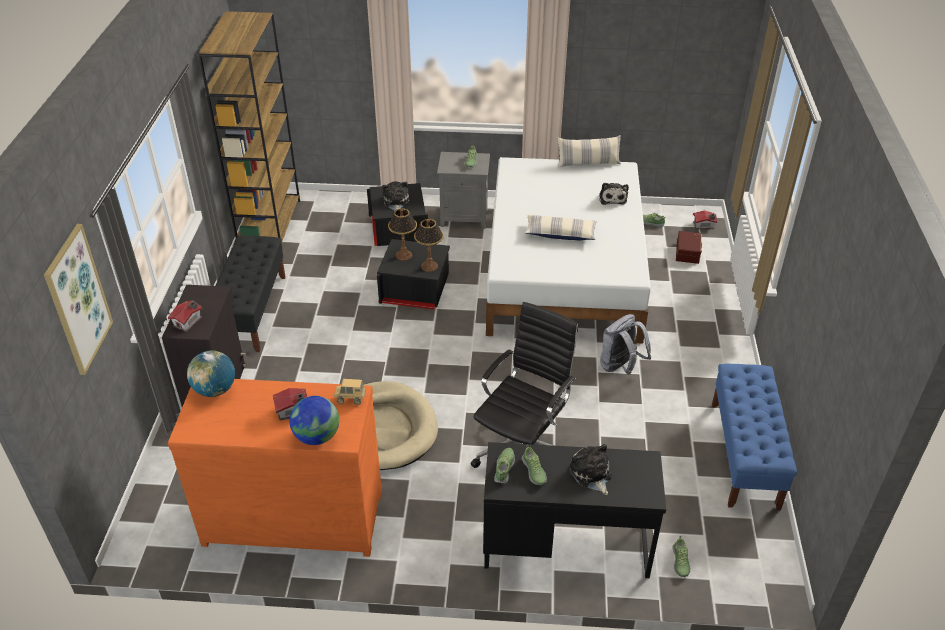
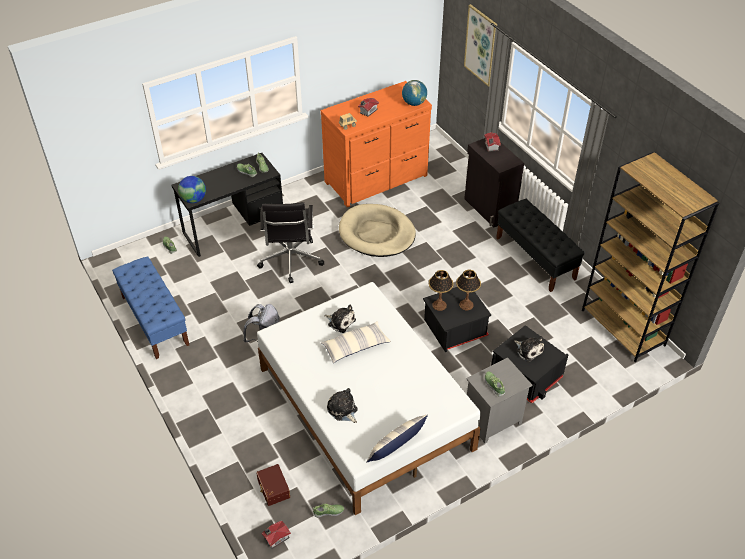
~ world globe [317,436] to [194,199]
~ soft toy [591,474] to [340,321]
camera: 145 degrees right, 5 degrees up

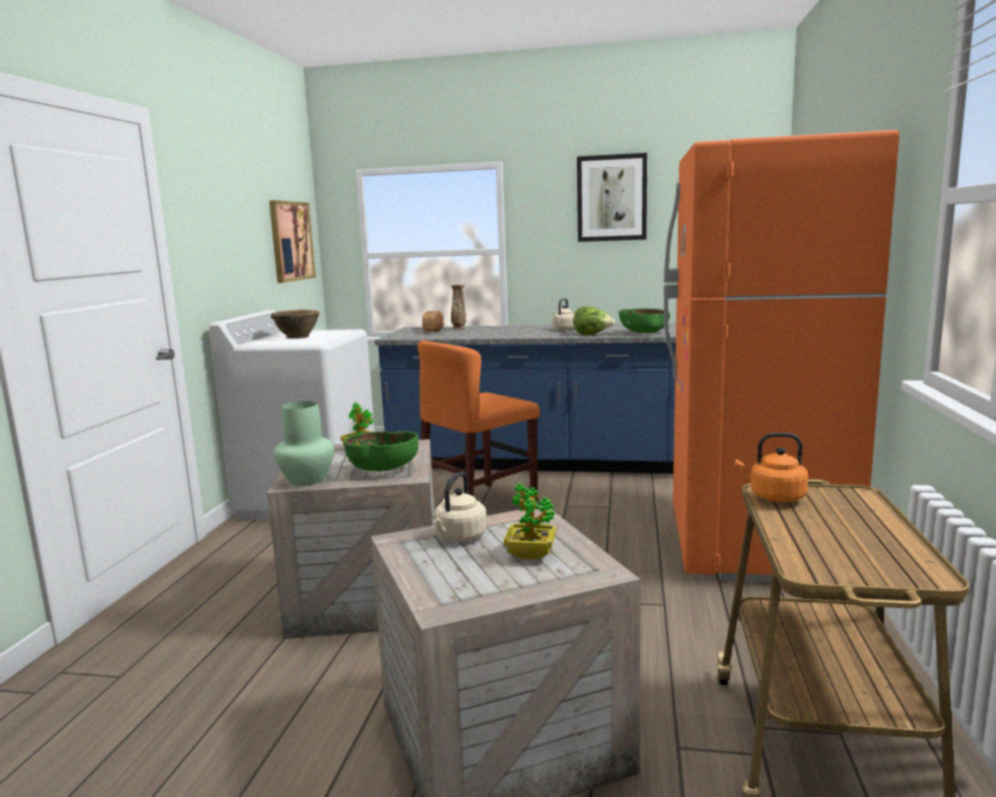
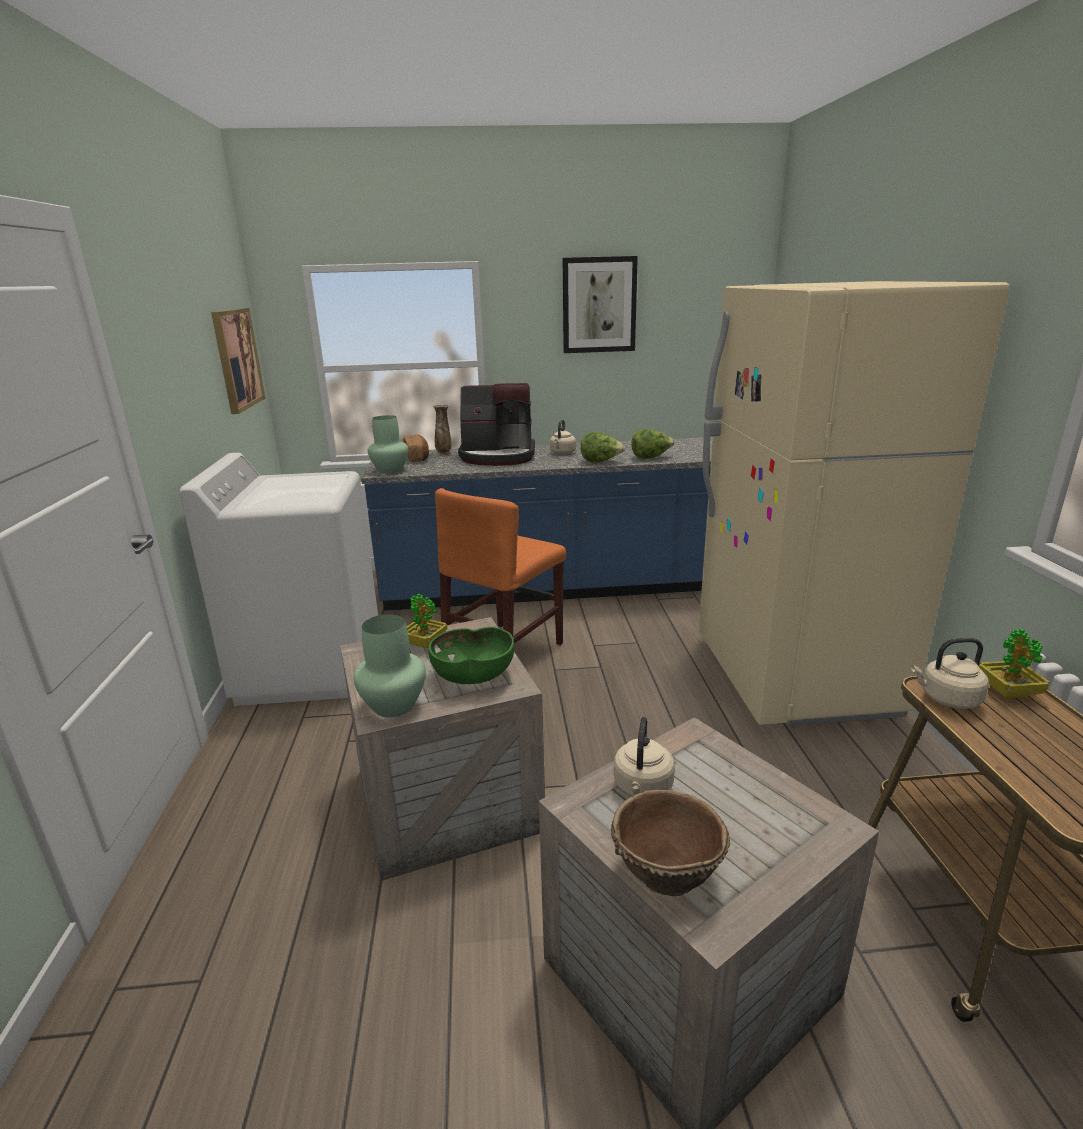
+ green-coloured flower vase [390,470]
+ coffee brewer [498,456]
~ brown deep dish [297,337] to [665,874]
~ potted plant [530,554] to [1008,692]
~ green-coloured deep dish [643,333] to head of lettuce [651,457]
~ orange-coloured refrigerator [754,545] to sand-coloured refrigerator [793,676]
~ orange-coloured water kettle [774,497] to sand-coloured water kettle [947,699]
camera: 15 degrees left, 10 degrees up

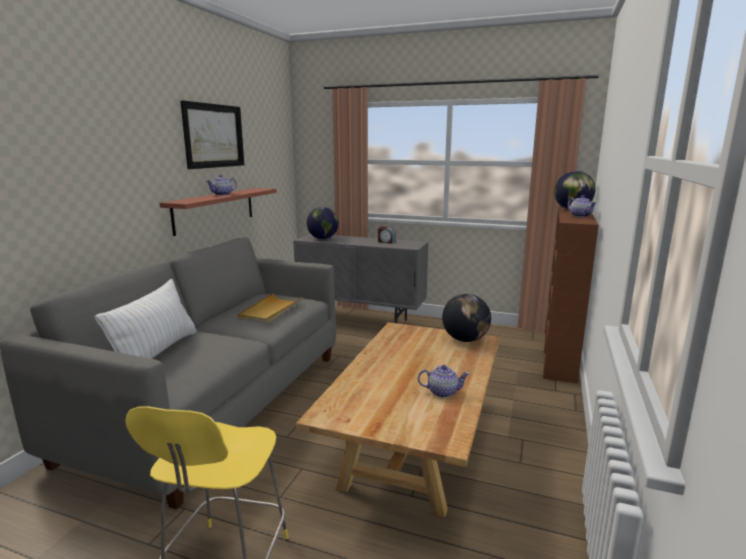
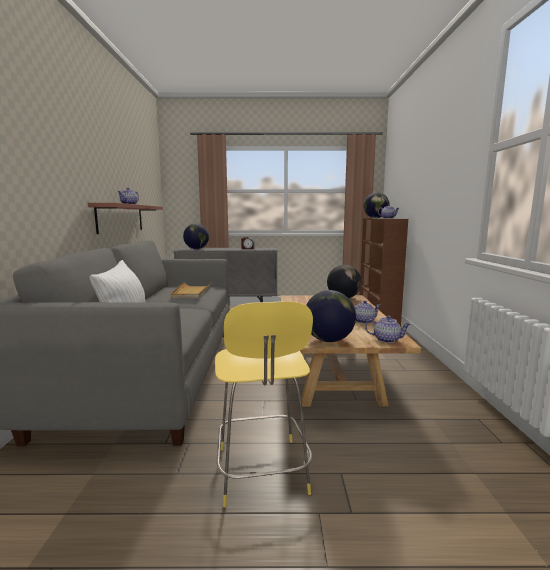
- wall art [214,136]
+ world globe [328,340]
+ tea pot [387,340]
camera: 20 degrees left, 5 degrees down

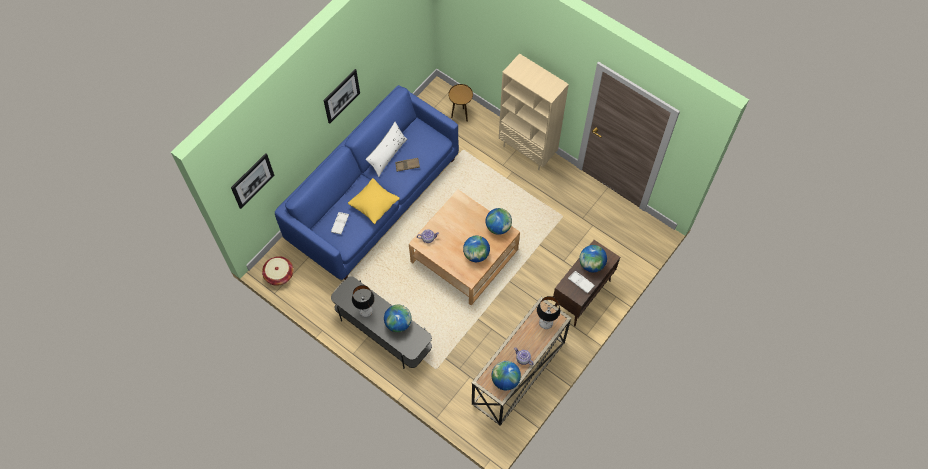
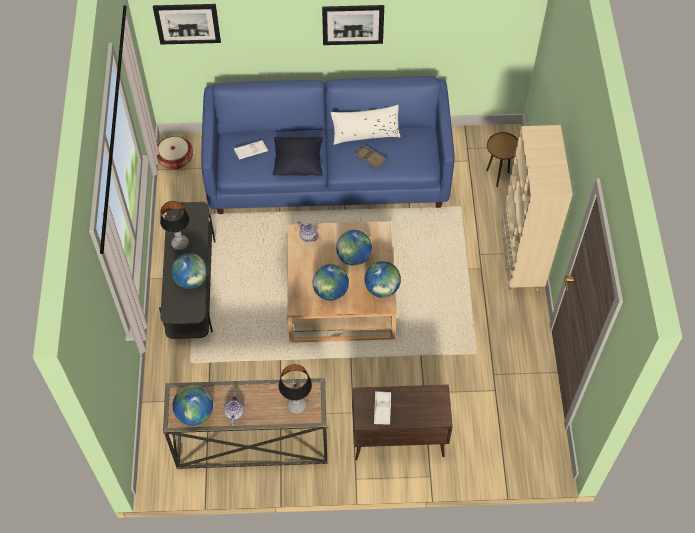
~ world globe [591,264] to [353,257]
~ yellow cushion [374,205] to blackish cushion [298,164]
camera: 50 degrees right, 5 degrees down

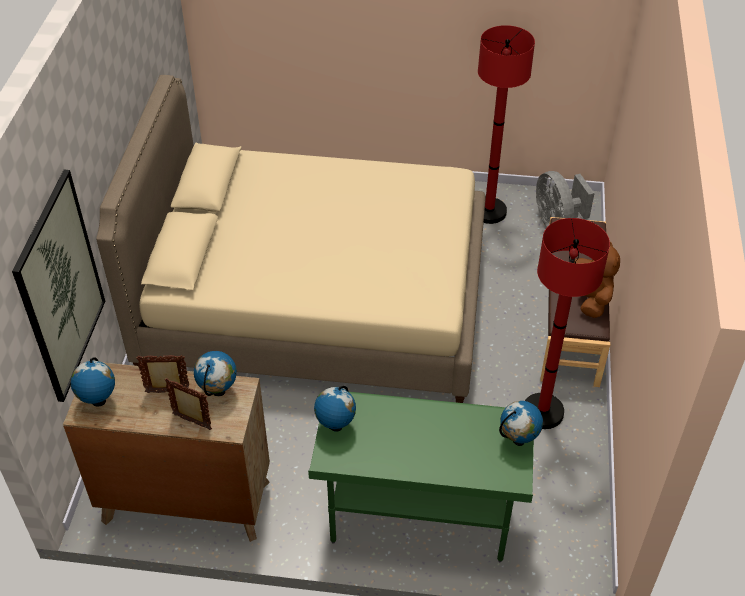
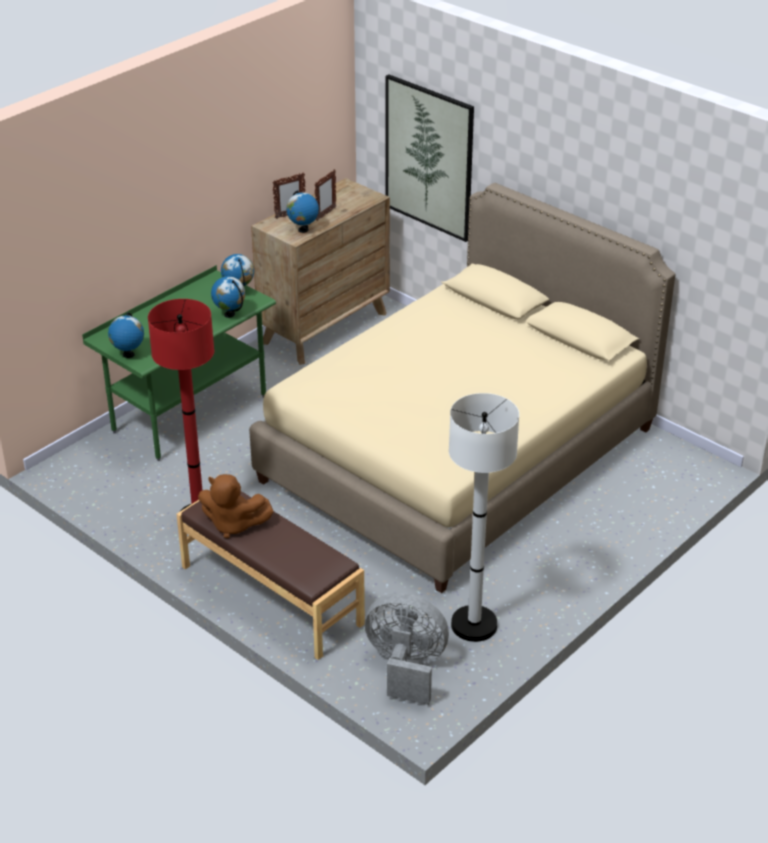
~ world globe [98,401] to [229,314]
~ red standard lamp [489,211] to white standard lamp [474,625]
camera: 125 degrees right, 10 degrees down

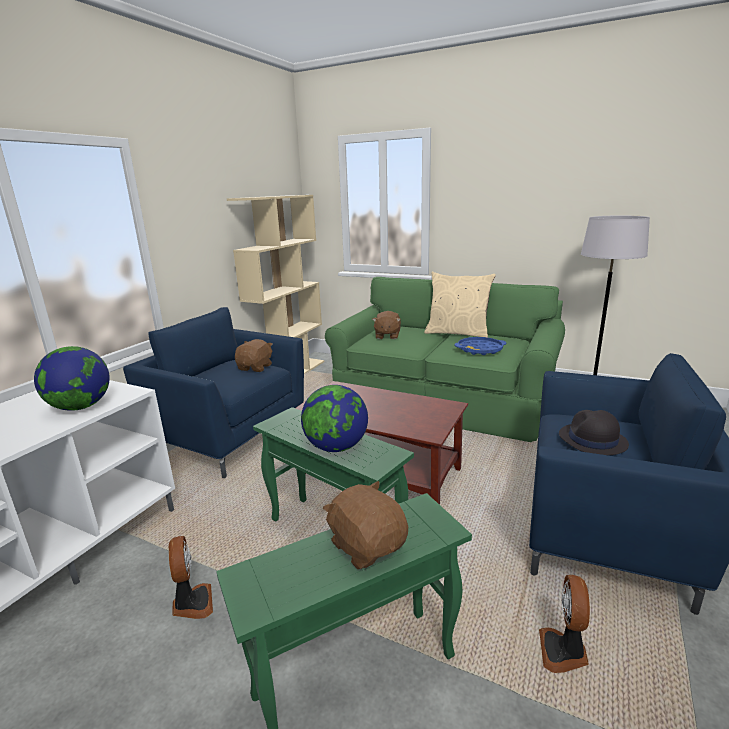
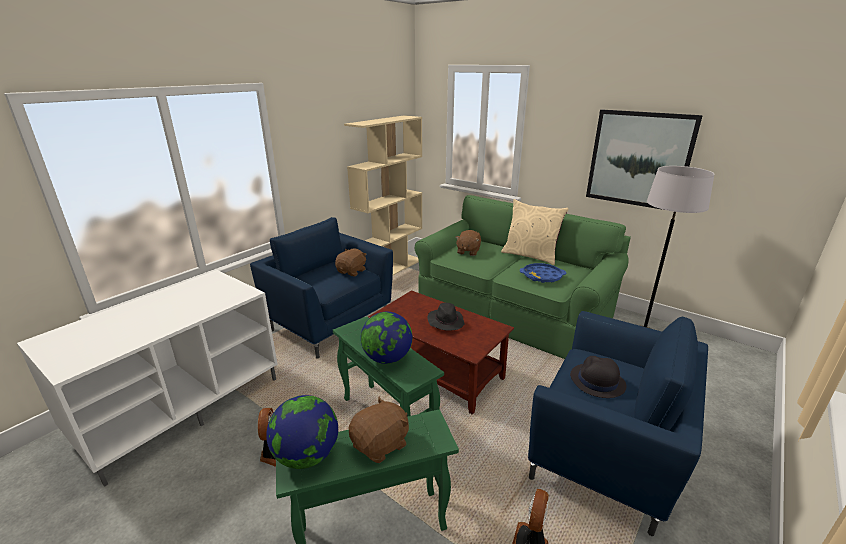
+ blackish hat [445,322]
+ wall art [639,159]
~ world globe [81,407] to [307,455]
~ brown soft toy [367,545] = [381,444] 75 degrees clockwise
camera: 10 degrees right, 5 degrees up

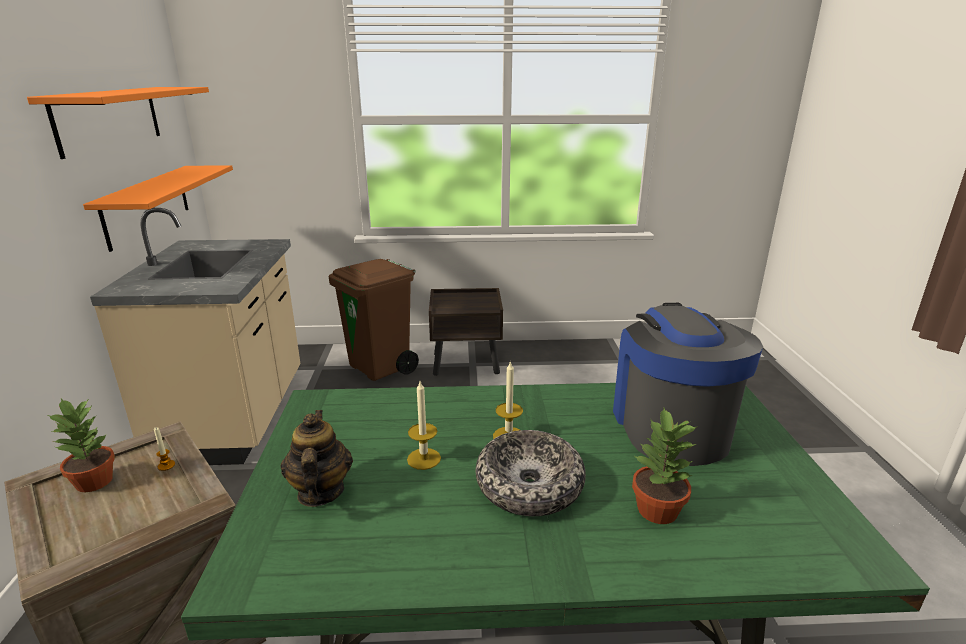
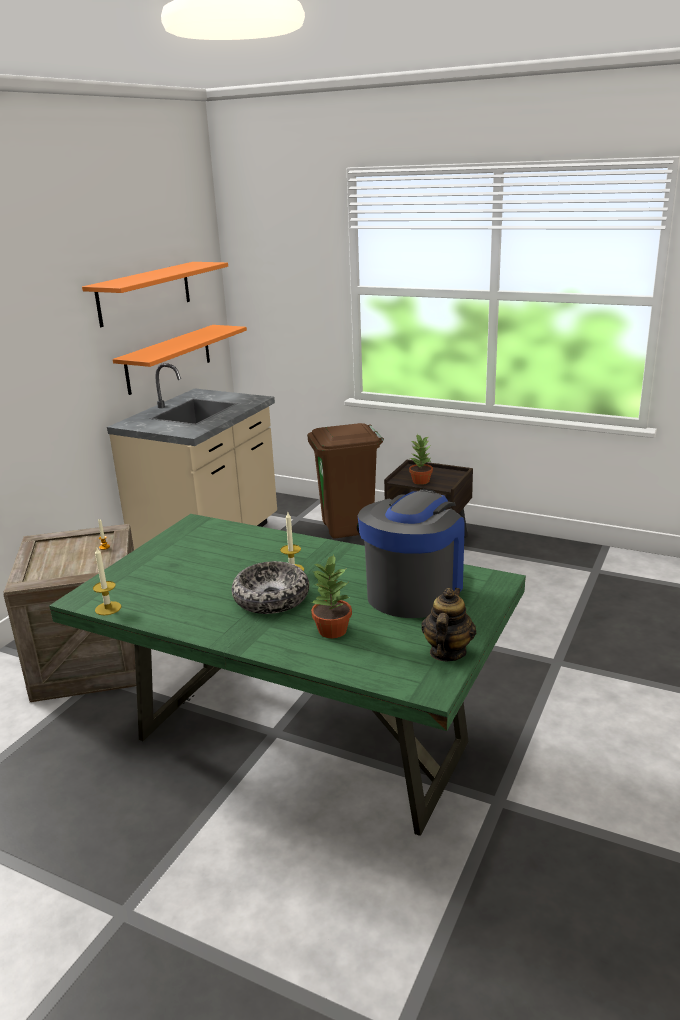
~ potted plant [95,481] to [421,481]
~ tea pot [320,492] to [447,652]
~ candle [424,459] to [108,608]
camera: 30 degrees right, 0 degrees up

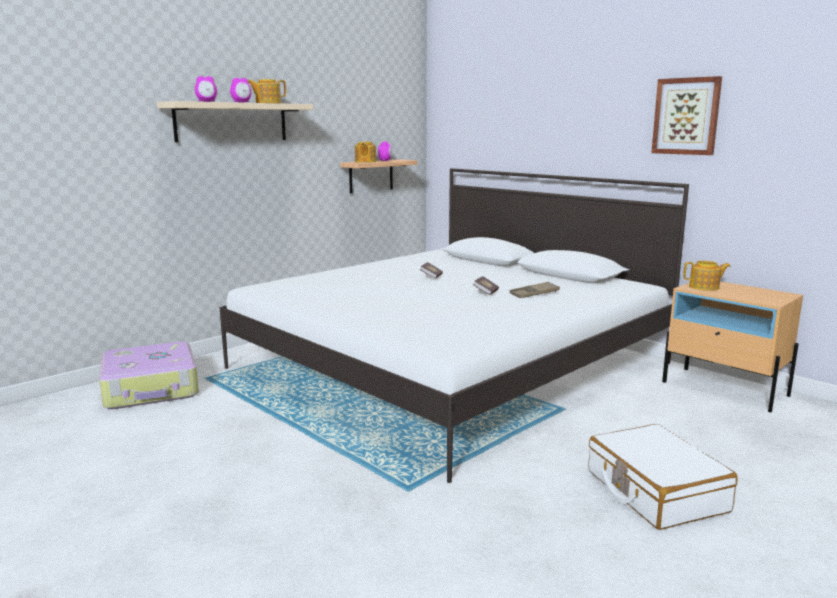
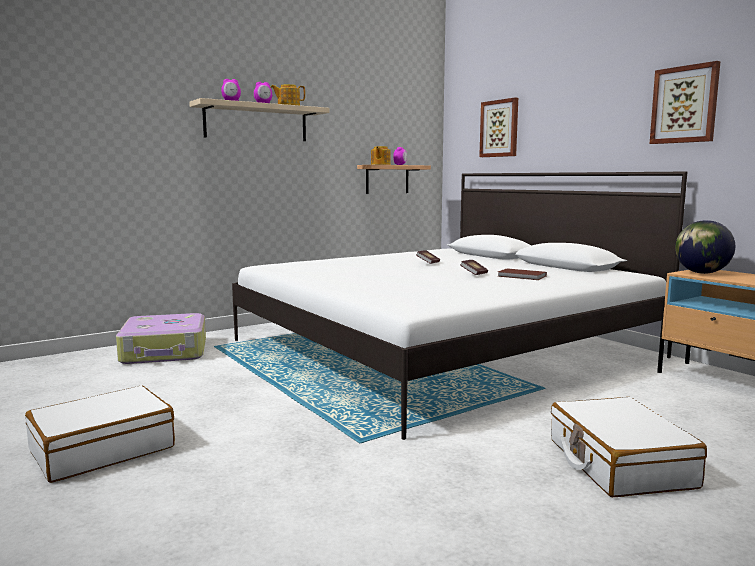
+ white piece of luggage [102,449]
+ wall art [499,128]
~ brown tray [534,294] to brown bound book [522,276]
~ tea pot [705,287] to world globe [702,273]
camera: 10 degrees right, 5 degrees down

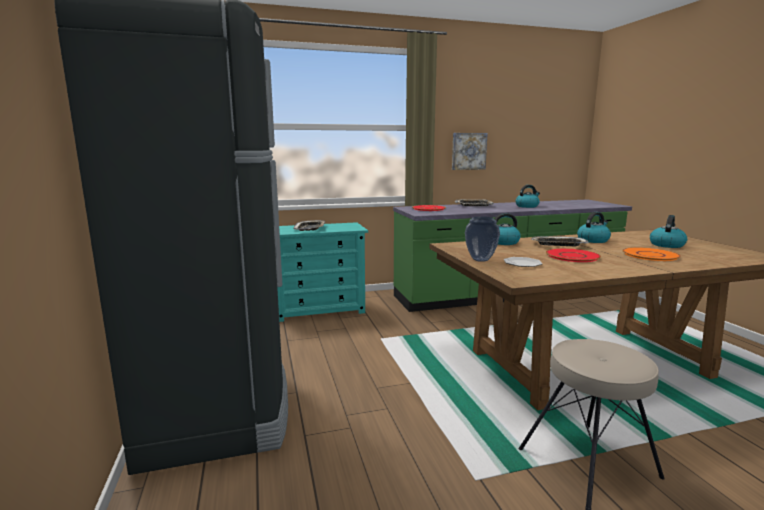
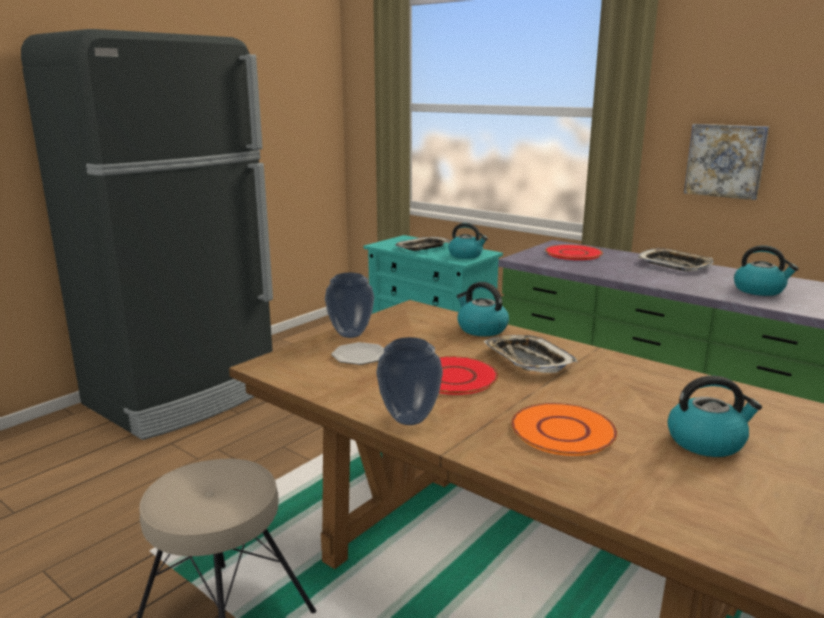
+ flower vase [410,419]
~ water kettle [593,240] to [466,255]
camera: 55 degrees right, 5 degrees up

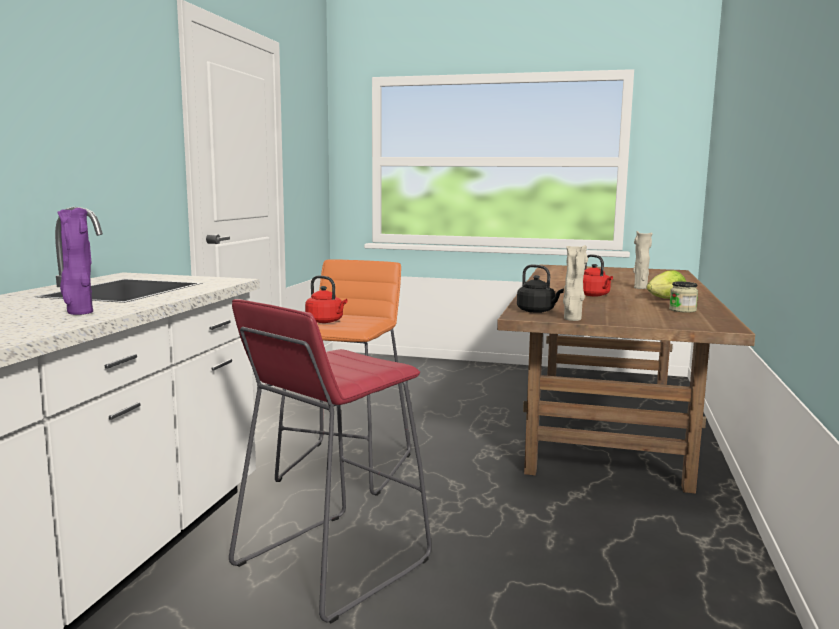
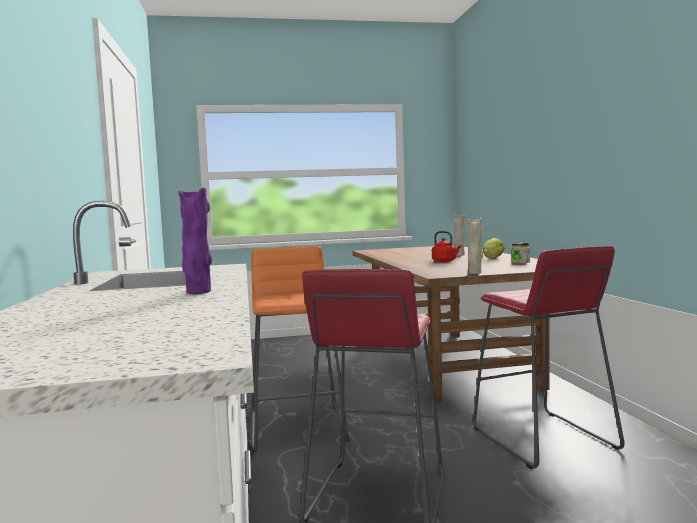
- red water kettle [326,321]
- blackish water kettle [537,311]
+ red stool seat [543,439]
camera: 25 degrees left, 5 degrees down

